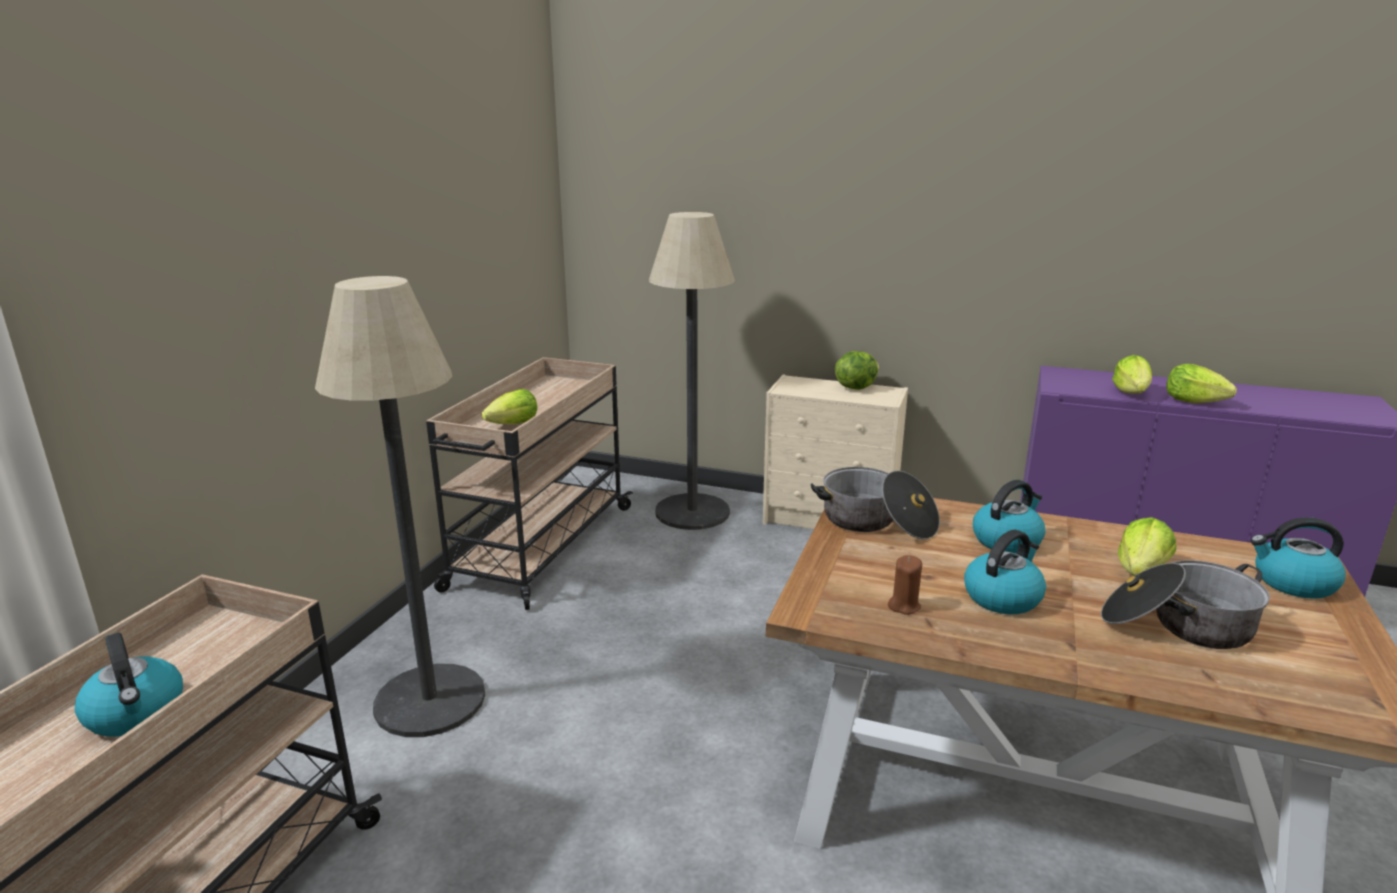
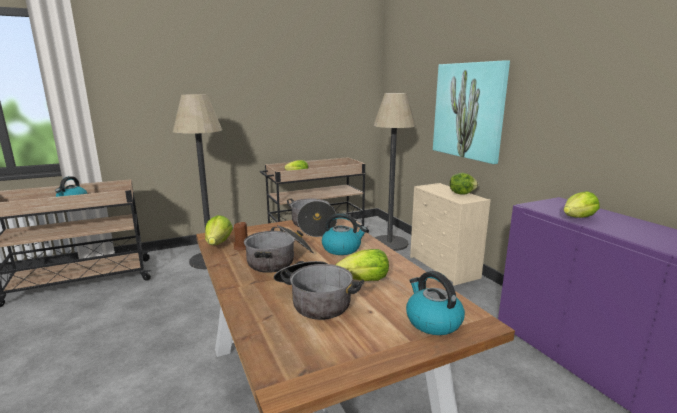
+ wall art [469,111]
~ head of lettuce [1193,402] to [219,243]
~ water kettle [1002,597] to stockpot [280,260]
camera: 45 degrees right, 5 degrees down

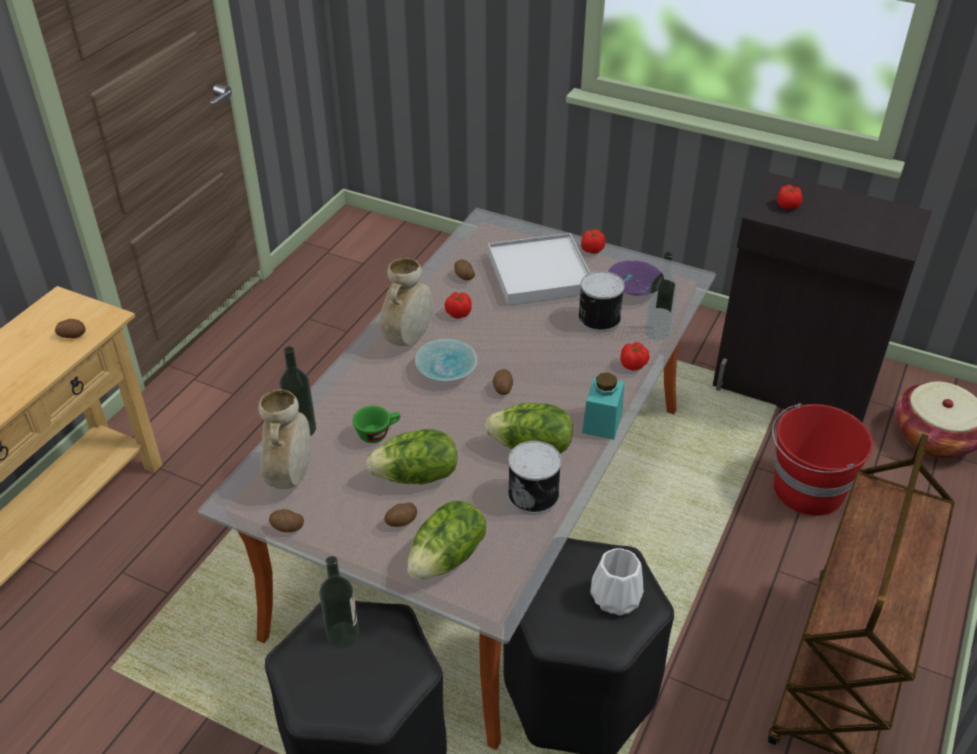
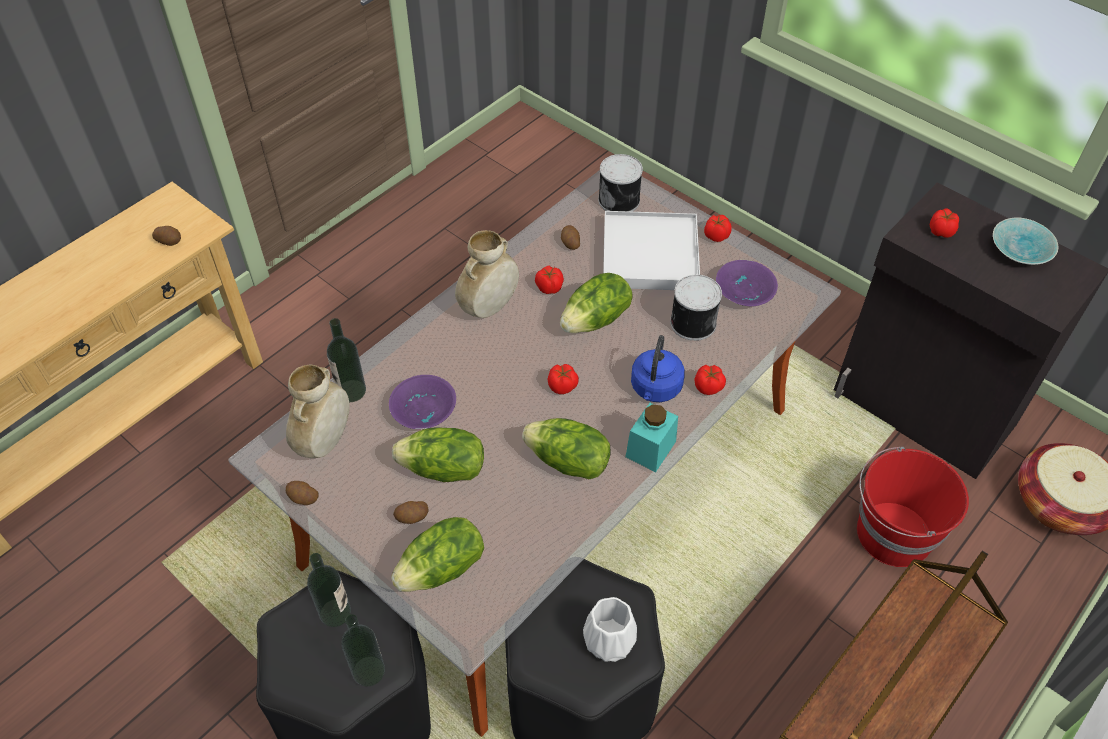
+ head of lettuce [596,320]
+ blue-coloured water kettle [655,389]
~ blue-green deep dish [448,369] to [1022,250]
~ metal can [534,494] to [620,200]
~ drink bottle [657,332] to [368,671]
~ green-coloured drinking cup [378,433] to purple deep dish [422,411]
~ potato [502,388] to fresh tomato [563,386]
camera: 15 degrees right, 10 degrees up

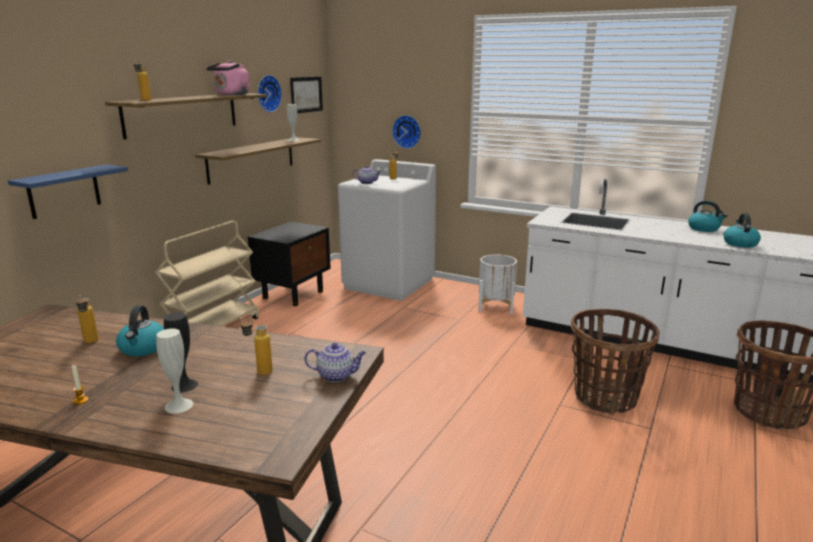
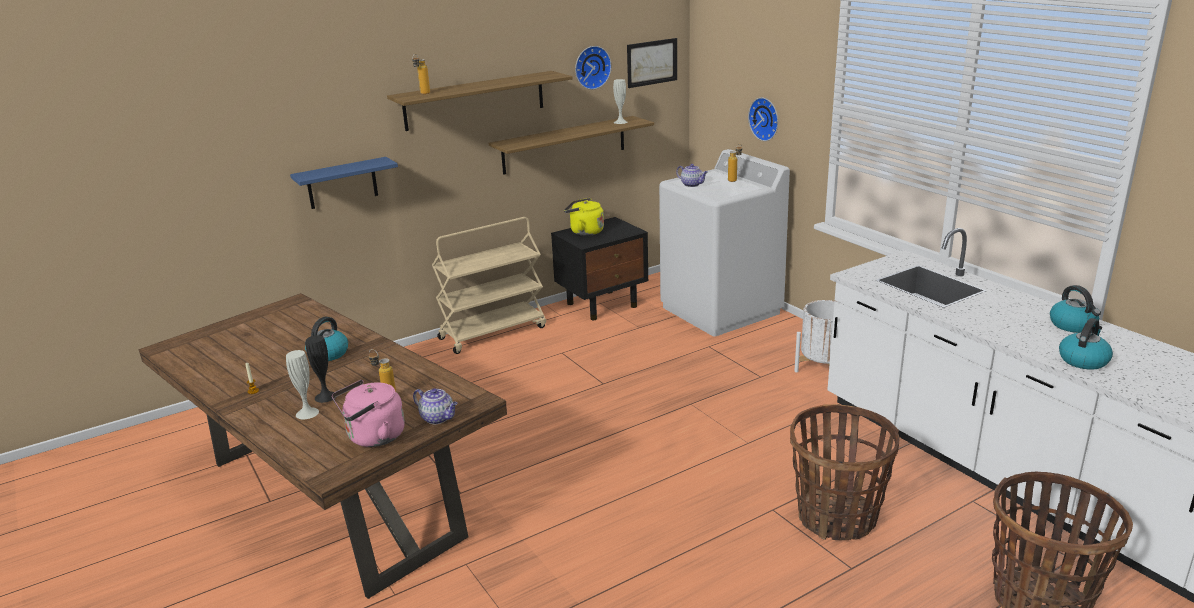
- drink bottle [90,343]
+ yellow water kettle [584,232]
~ pink-coloured water kettle [231,94] to [373,437]
camera: 30 degrees right, 5 degrees up

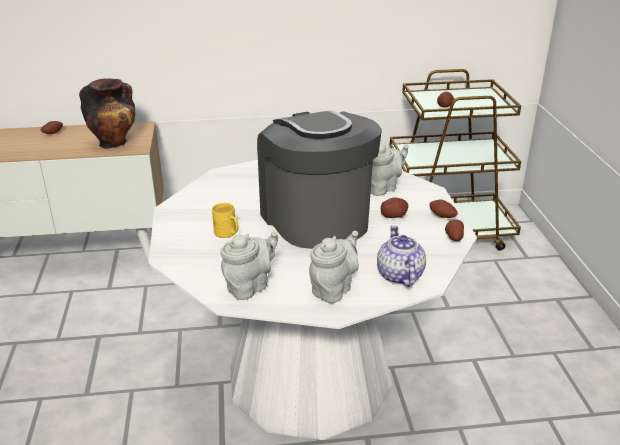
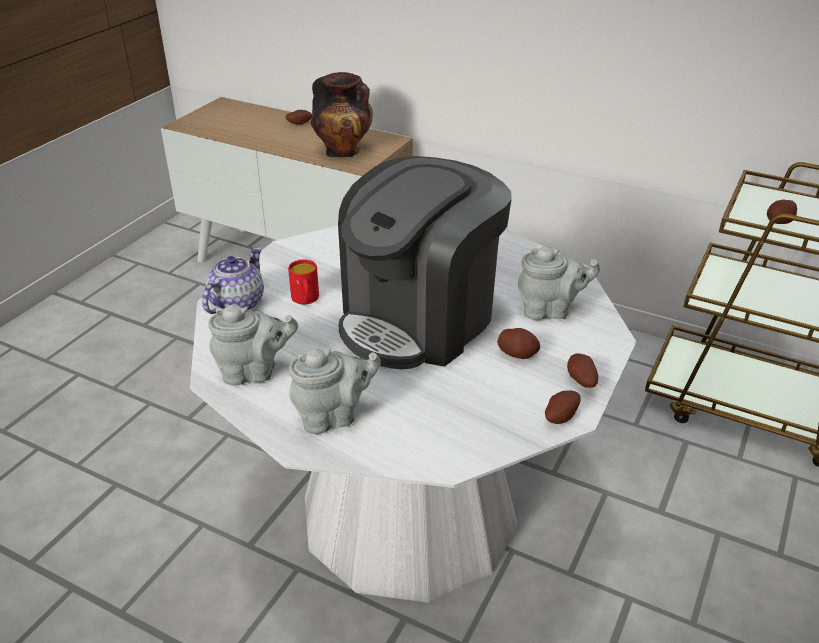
~ tea pot [399,276] to [236,303]
~ yellow coffee mug [228,234] to red coffee mug [306,300]
~ coffee brewer [315,219] = [419,320] 150 degrees counterclockwise
camera: 35 degrees right, 5 degrees up

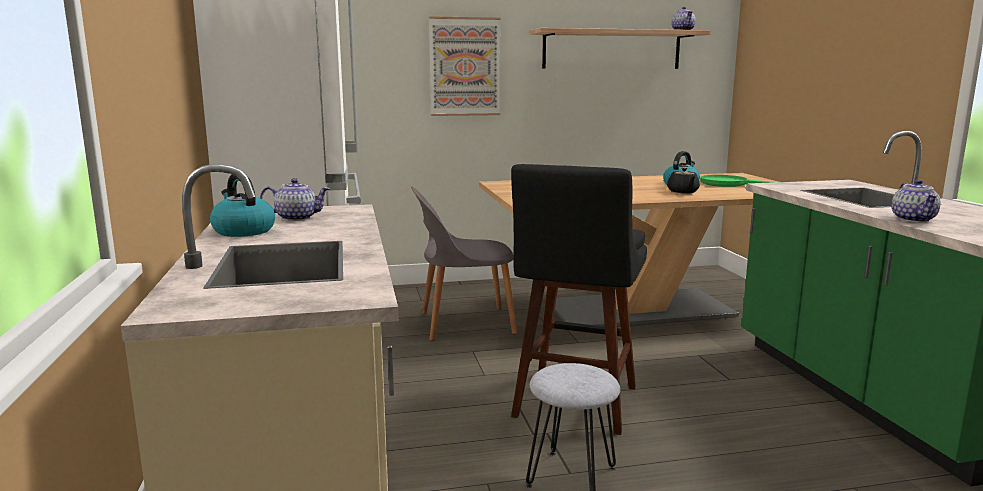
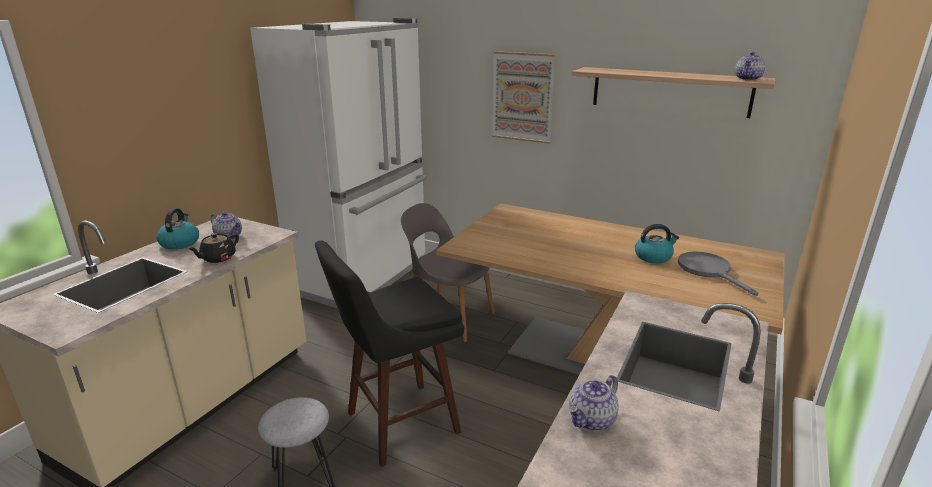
~ blackish tea pot [683,192] to [217,258]
~ green-coloured frying pan [730,184] to greyish frying pan [709,271]
camera: 40 degrees right, 10 degrees up

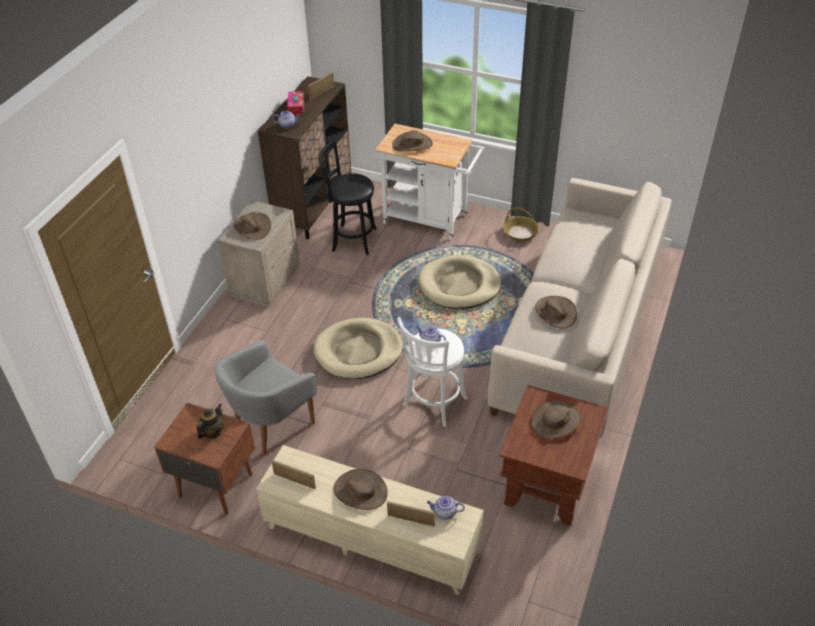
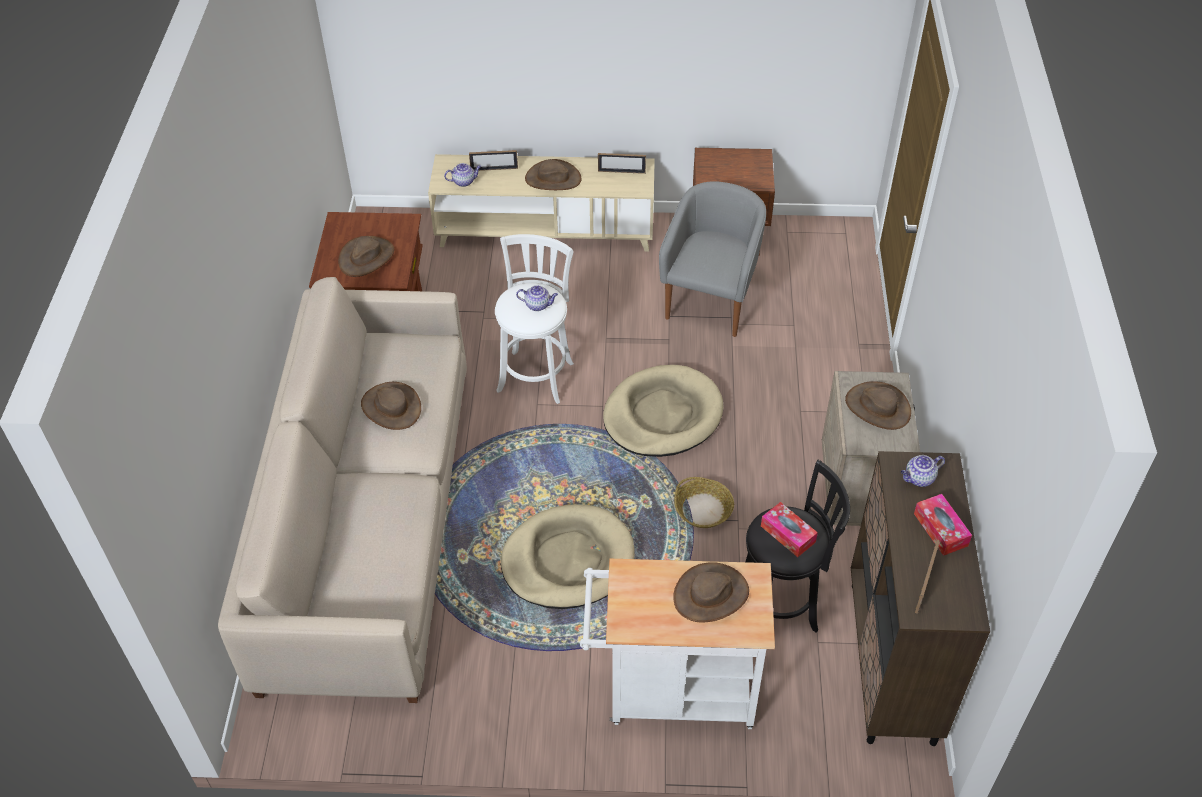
- tea pot [212,432]
+ tissue box [788,534]
~ basket [520,233] to [703,509]
camera: 160 degrees right, 5 degrees up

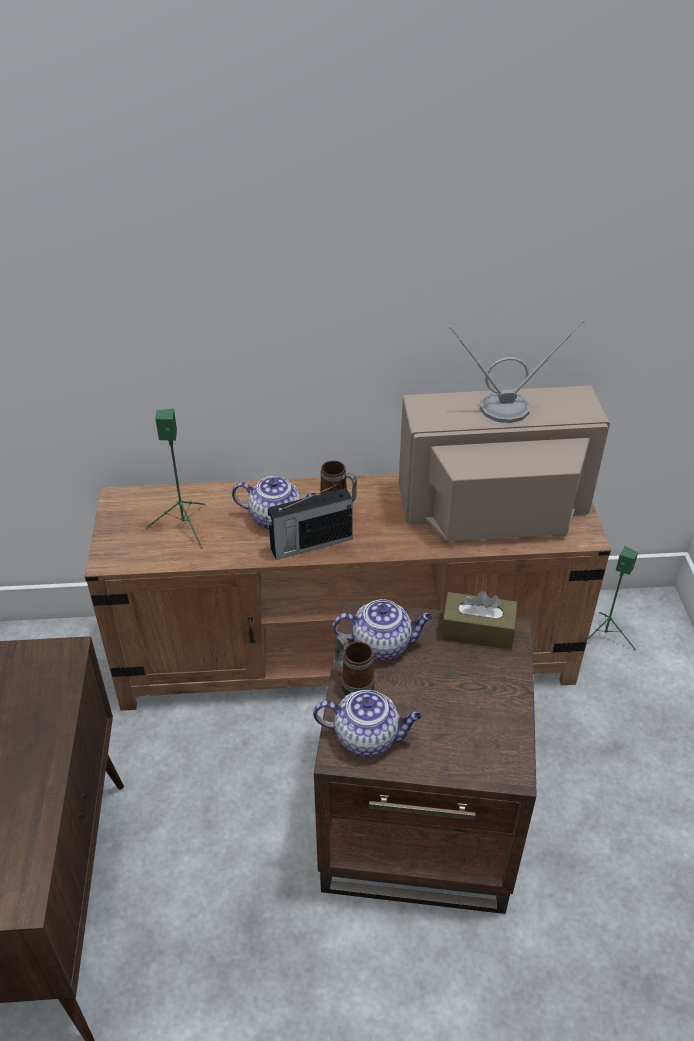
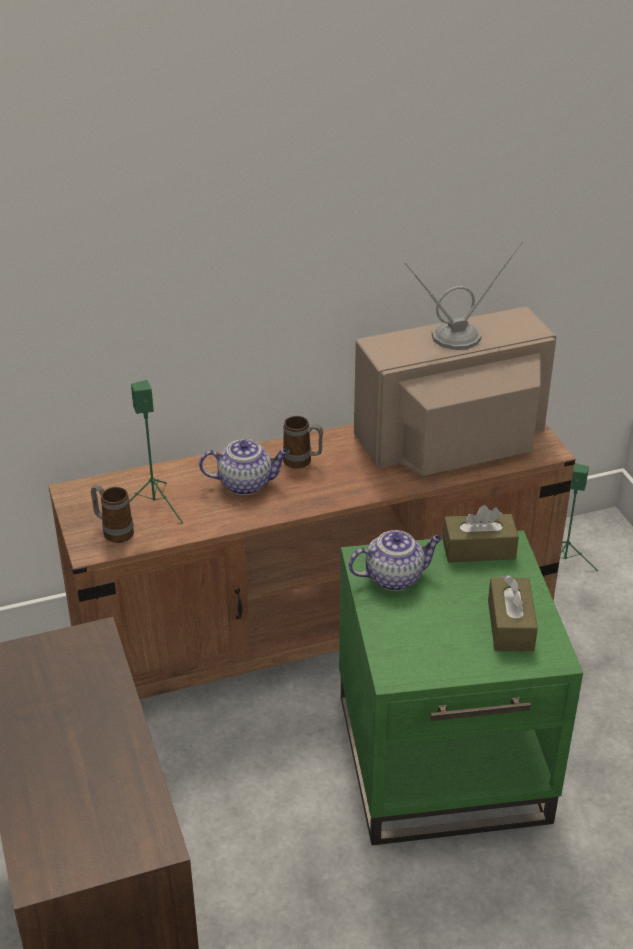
- radio [309,544]
- tea pot [368,737]
+ brown tissue box [510,625]
~ coffee mug [353,683] to [113,531]
~ brown end table [421,815] to green-coloured end table [444,757]
camera: 15 degrees left, 5 degrees down

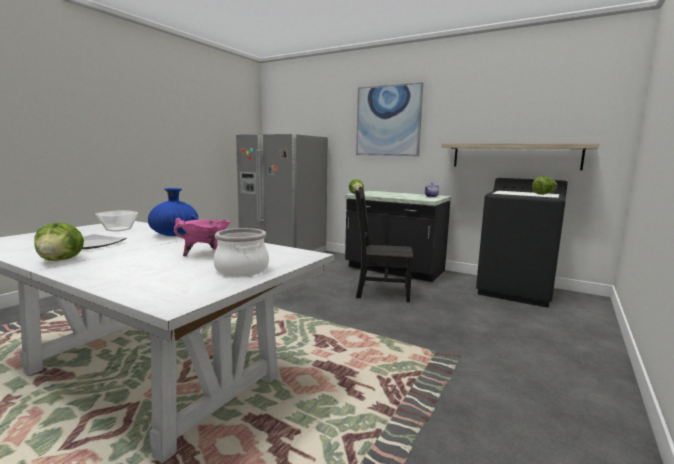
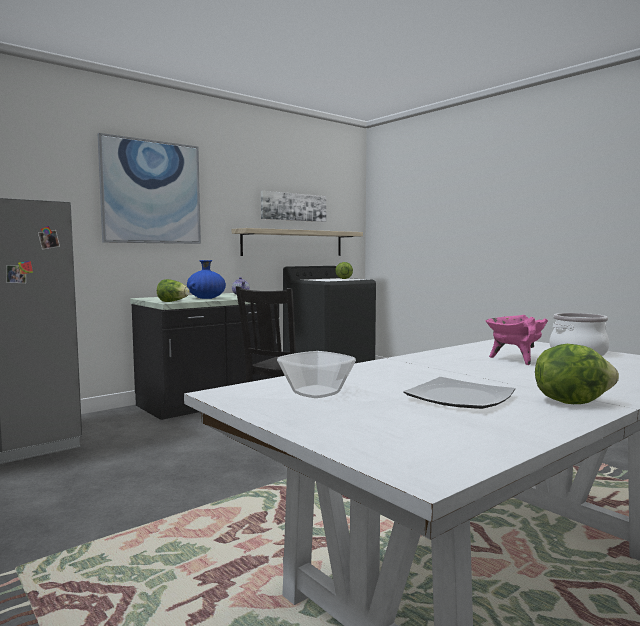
+ wall art [293,207]
~ blue-coloured flower vase [174,235] to [206,298]
camera: 70 degrees left, 5 degrees down

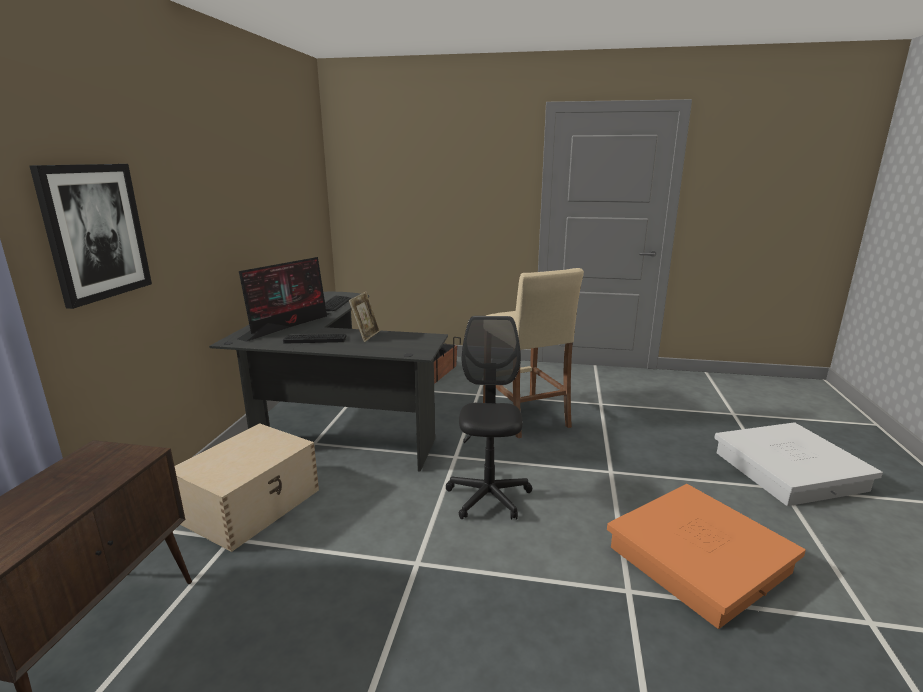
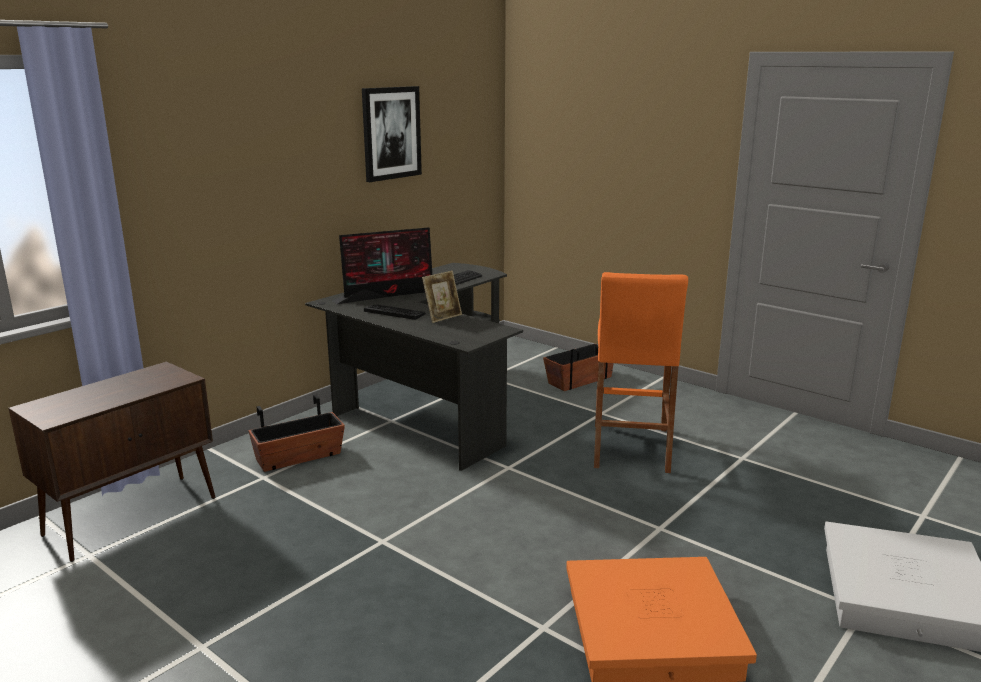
- blackish computer chair [488,497]
~ wall art [95,232] to [391,133]
~ sand-coloured storage container [252,505] to planter [299,457]
~ sand-coloured stool seat [525,415] to orange-coloured stool seat [630,448]
camera: 30 degrees right, 0 degrees up

